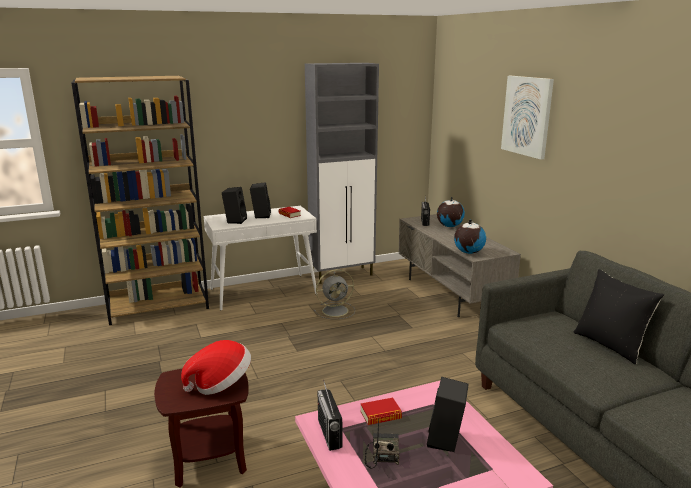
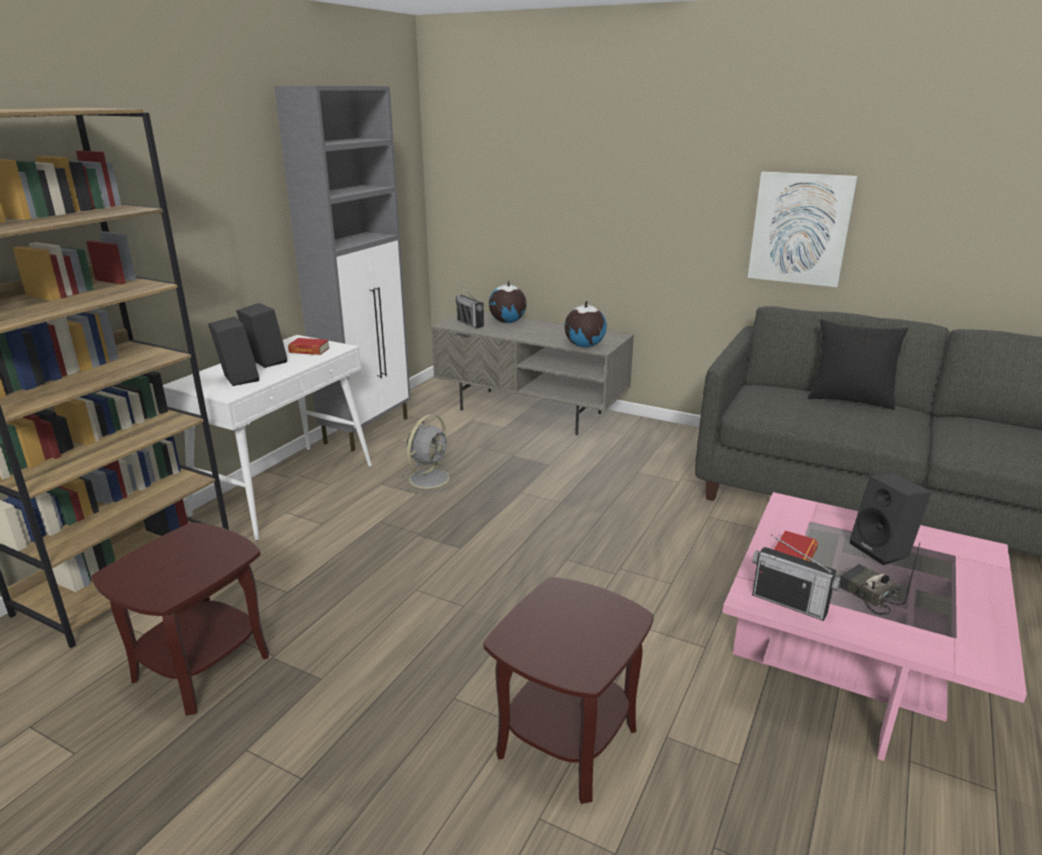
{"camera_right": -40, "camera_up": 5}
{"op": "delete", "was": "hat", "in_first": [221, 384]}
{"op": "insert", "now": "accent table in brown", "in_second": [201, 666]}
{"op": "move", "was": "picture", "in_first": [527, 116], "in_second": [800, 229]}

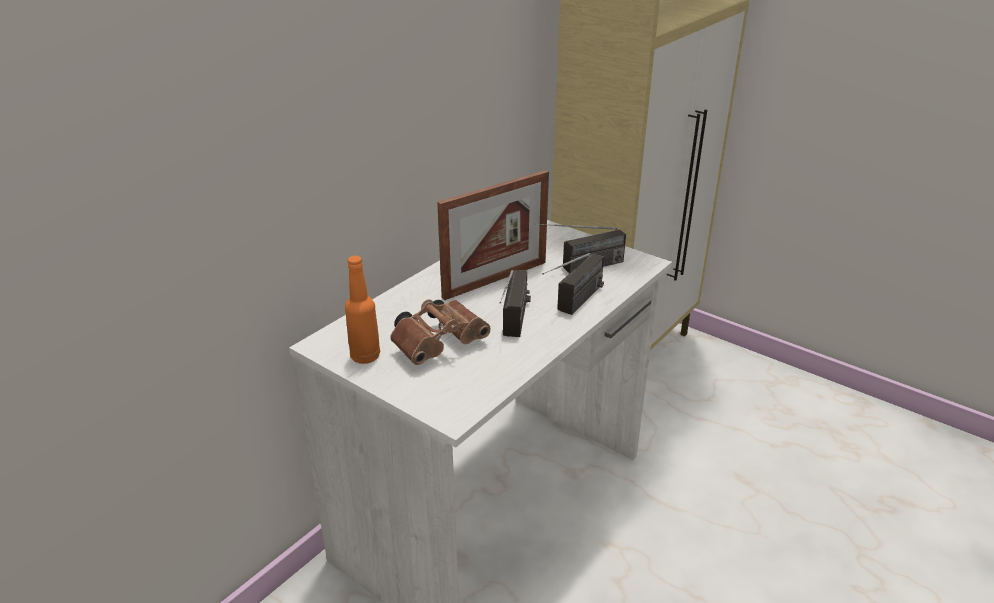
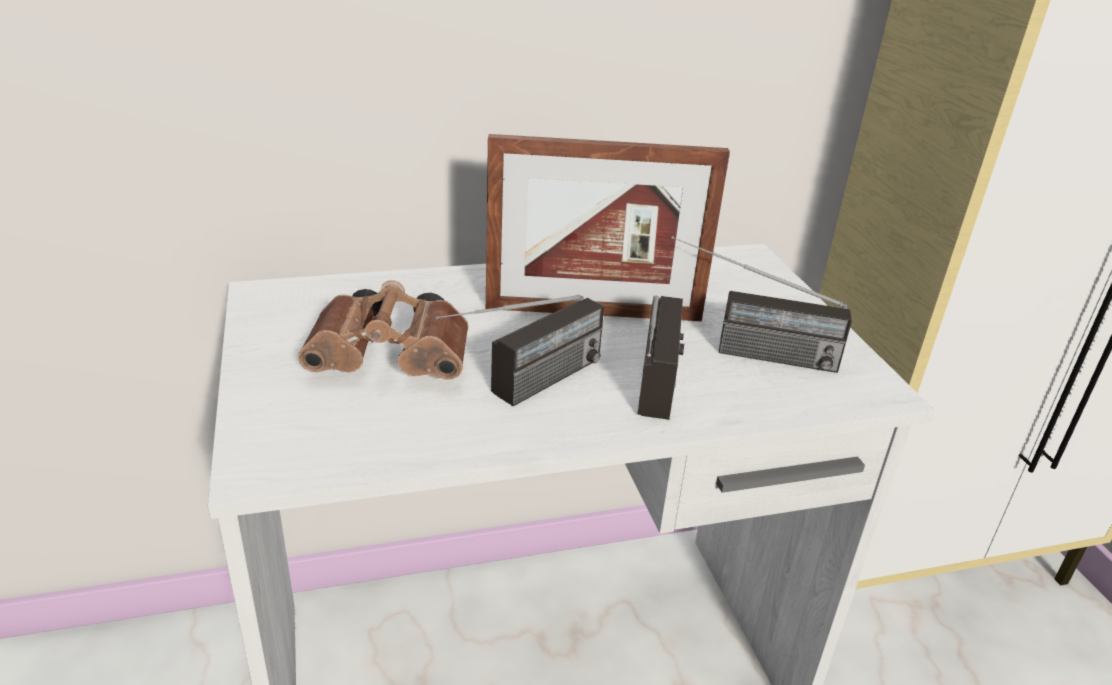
{"camera_right": 35, "camera_up": 0}
{"op": "delete", "was": "beverage bottle in orange", "in_first": [365, 356]}
{"op": "rotate", "was": "radio", "in_first": [573, 306], "in_second": [659, 401], "clockwise": -60}

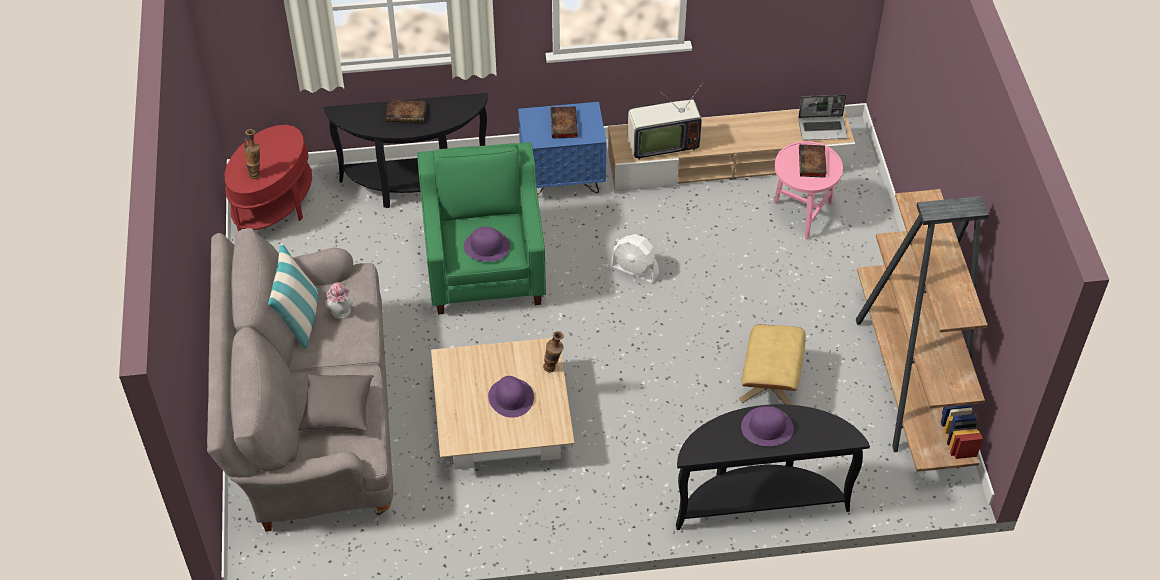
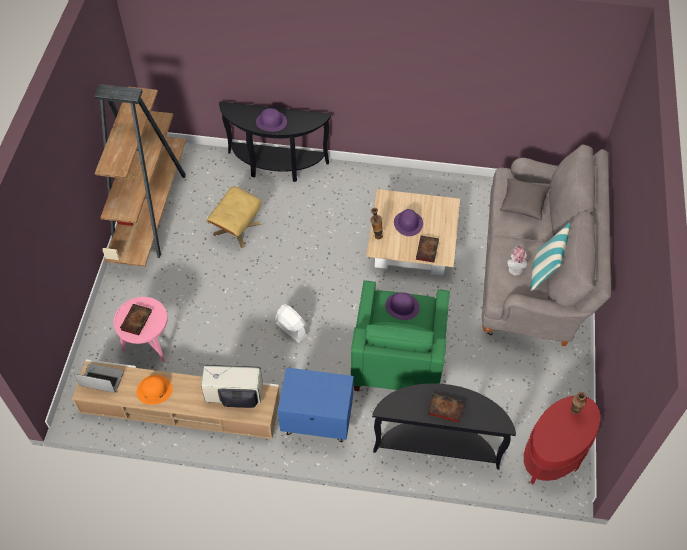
{"camera_right": -165, "camera_up": 5}
{"op": "insert", "now": "hat in orange", "in_second": [154, 390]}
{"op": "move", "was": "volume", "in_first": [564, 125], "in_second": [427, 249]}

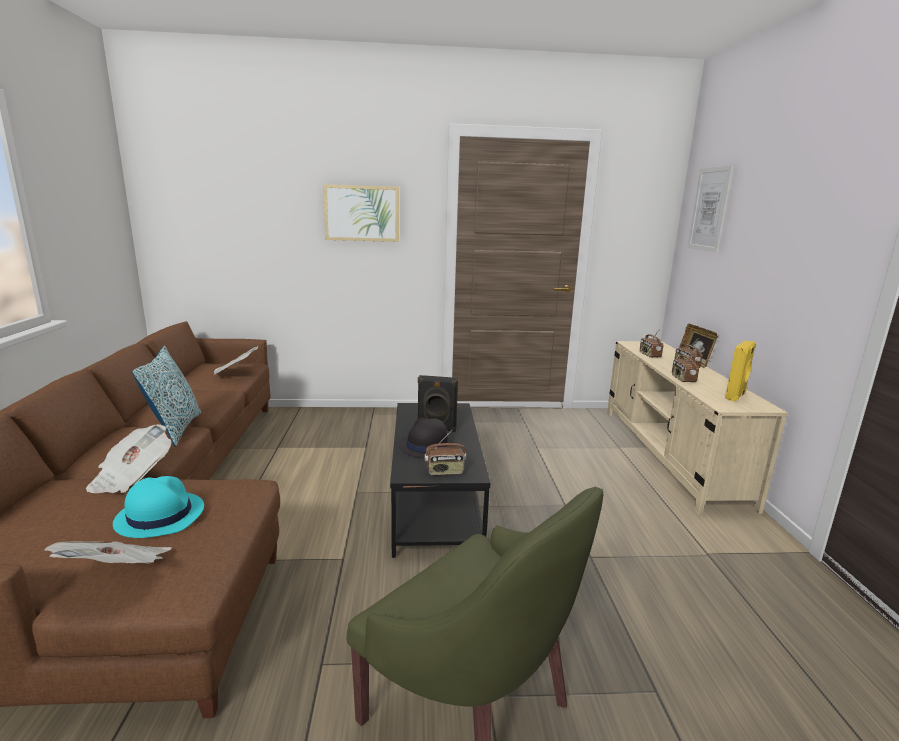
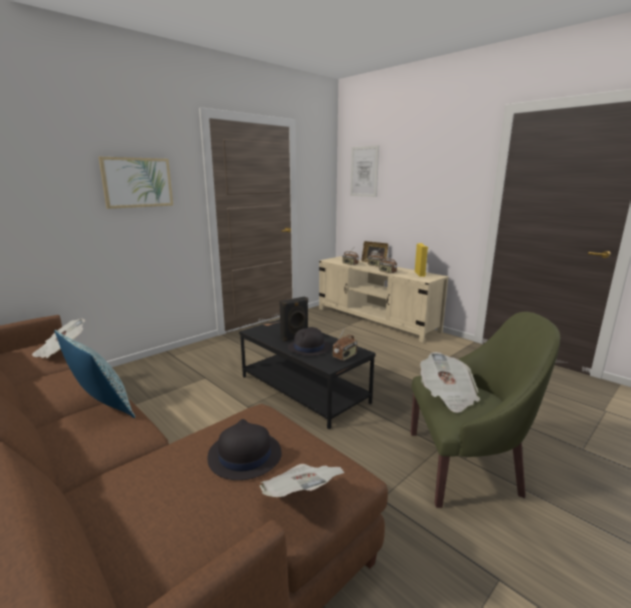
{"camera_right": -40, "camera_up": 0}
{"op": "move", "was": "daily paper", "in_first": [132, 478], "in_second": [447, 396]}
{"op": "recolor", "was": "hat in turquoise-coloured", "now": "hat in black", "in_first": [159, 515], "in_second": [244, 456]}

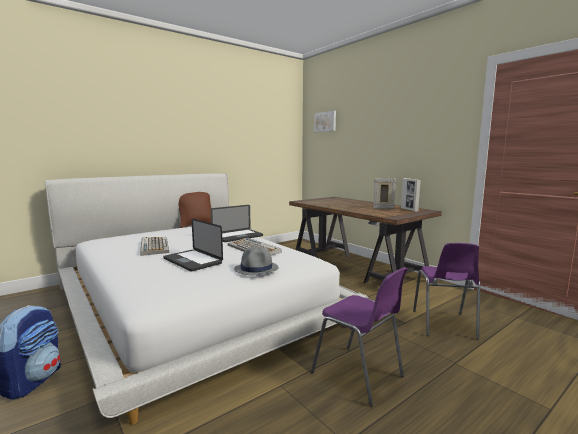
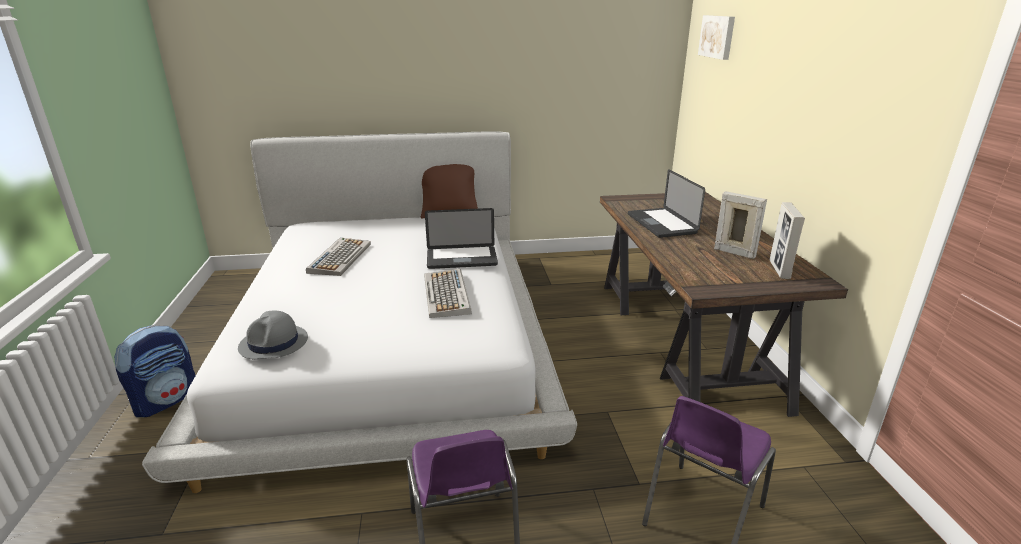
{"camera_right": 30, "camera_up": 15}
{"op": "move", "was": "laptop", "in_first": [192, 261], "in_second": [661, 224]}
{"op": "move", "was": "hat in greyish", "in_first": [256, 269], "in_second": [274, 343]}

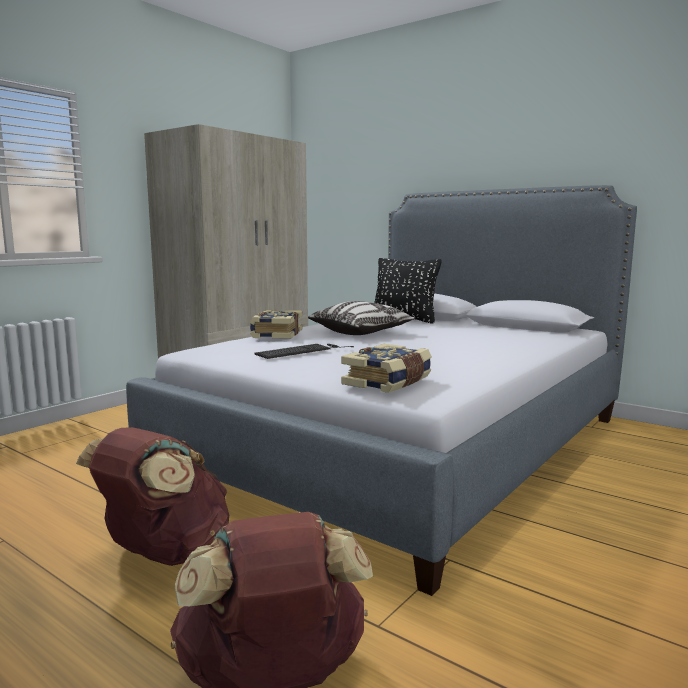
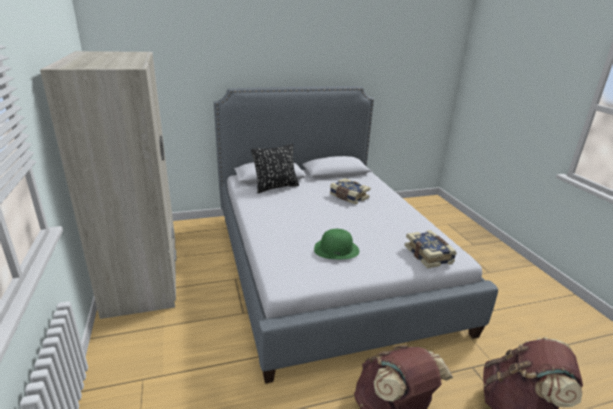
{"camera_right": -55, "camera_up": 15}
{"op": "delete", "was": "throw pillow", "in_first": [361, 332]}
{"op": "move", "was": "volume", "in_first": [276, 334], "in_second": [348, 197]}
{"op": "replace", "was": "computer keyboard", "now": "hat in greenish", "in_first": [302, 351], "in_second": [336, 249]}

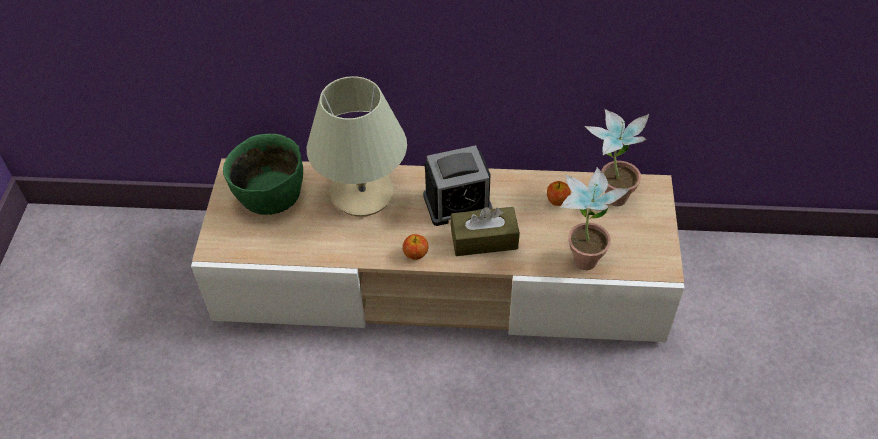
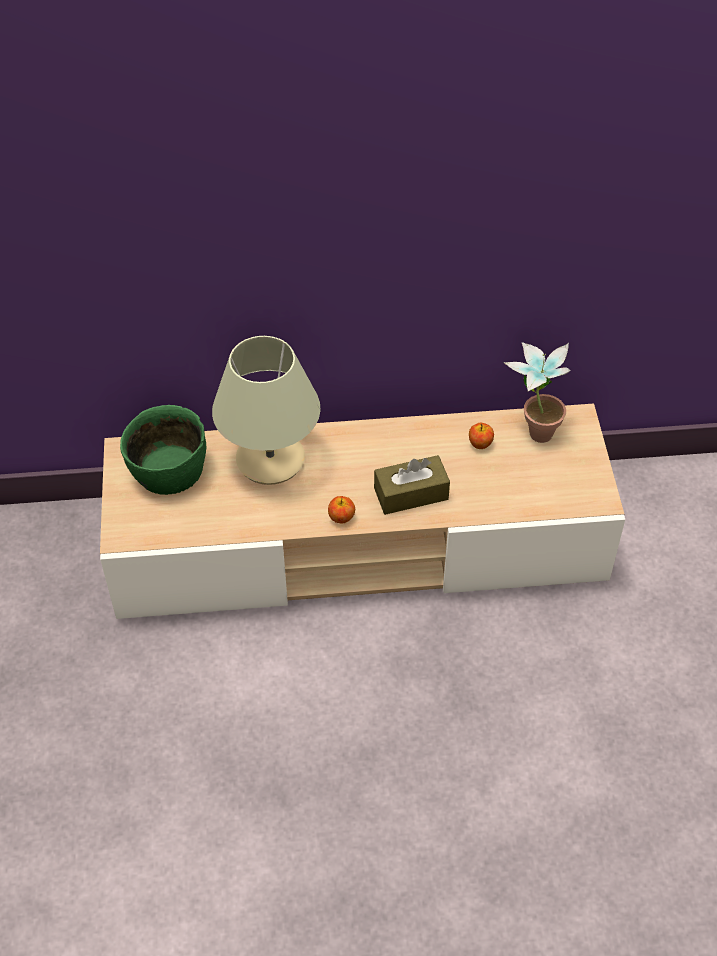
{"camera_right": -10, "camera_up": 0}
{"op": "delete", "was": "alarm clock", "in_first": [457, 203]}
{"op": "delete", "was": "potted plant", "in_first": [583, 253]}

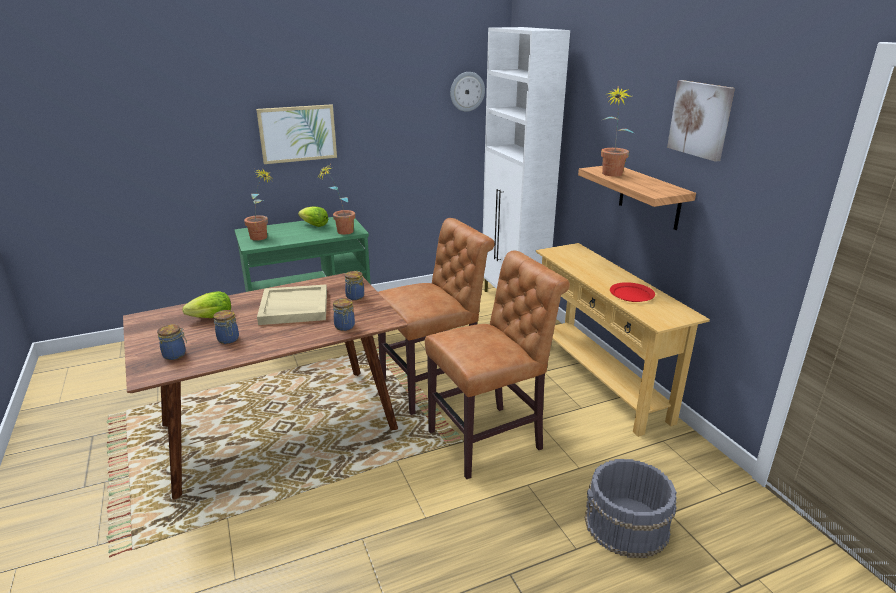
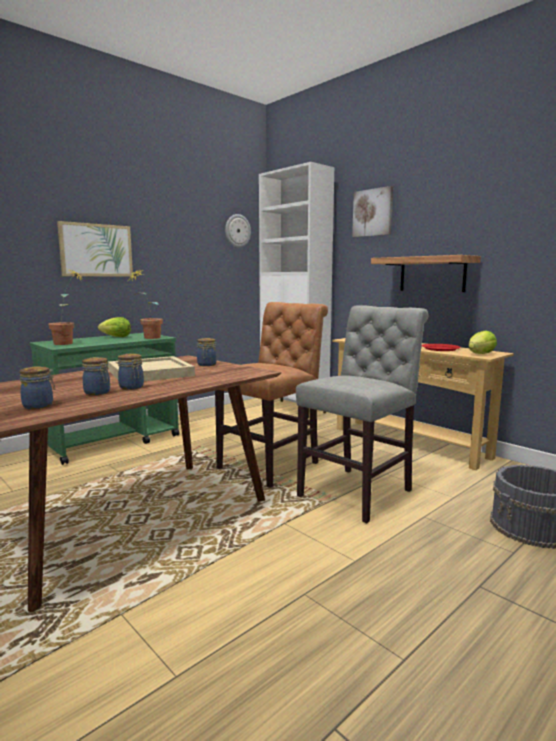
{"camera_right": -20, "camera_up": -15}
{"op": "delete", "was": "potted plant", "in_first": [610, 175]}
{"op": "move", "was": "head of lettuce", "in_first": [212, 318], "in_second": [480, 354]}
{"op": "move", "was": "jar", "in_first": [345, 327], "in_second": [132, 387]}
{"op": "move", "was": "picture", "in_first": [701, 119], "in_second": [373, 212]}
{"op": "recolor", "was": "upright chair in brown", "now": "upright chair in greyish", "in_first": [490, 439], "in_second": [359, 492]}

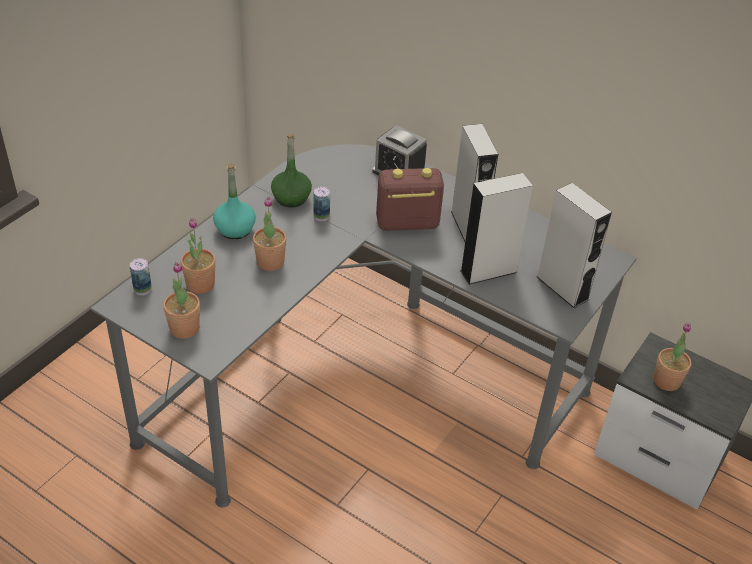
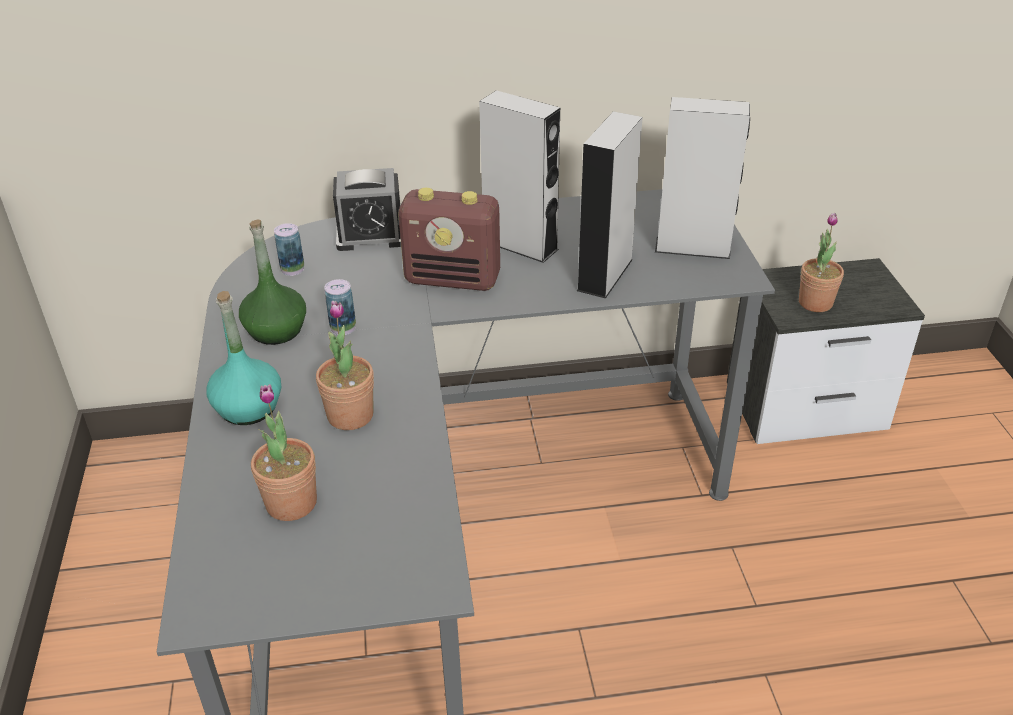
{"camera_right": -40, "camera_up": -5}
{"op": "delete", "was": "potted plant", "in_first": [184, 328]}
{"op": "move", "was": "metal can", "in_first": [142, 289], "in_second": [292, 269]}
{"op": "rotate", "was": "radio", "in_first": [406, 224], "in_second": [454, 279], "clockwise": -120}

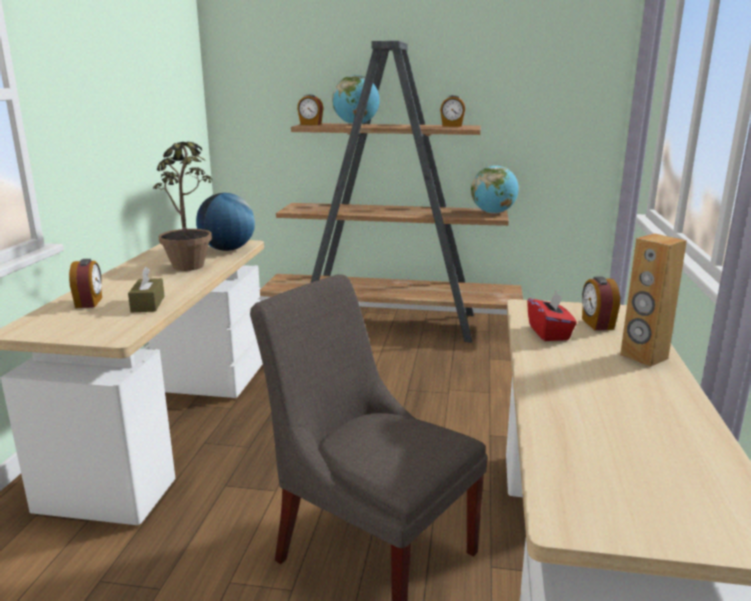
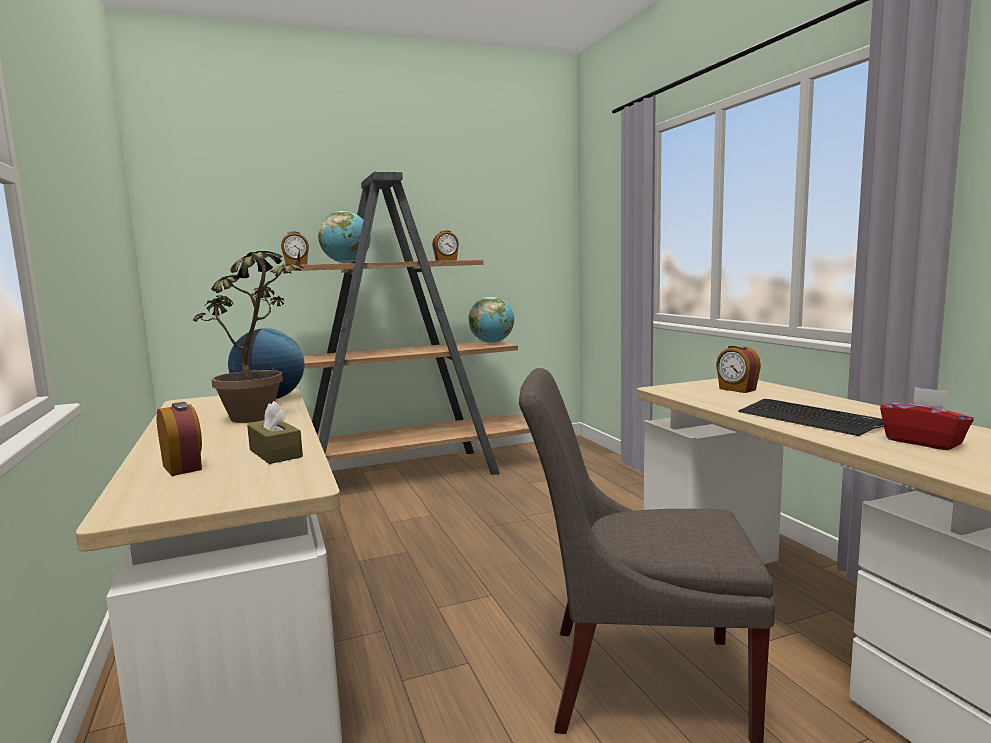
{"camera_right": -30, "camera_up": -10}
{"op": "delete", "was": "speaker in brown", "in_first": [643, 357]}
{"op": "insert", "now": "computer keyboard", "in_second": [809, 419]}
{"op": "move", "was": "box of tissues in reddish", "in_first": [549, 333], "in_second": [923, 442]}

